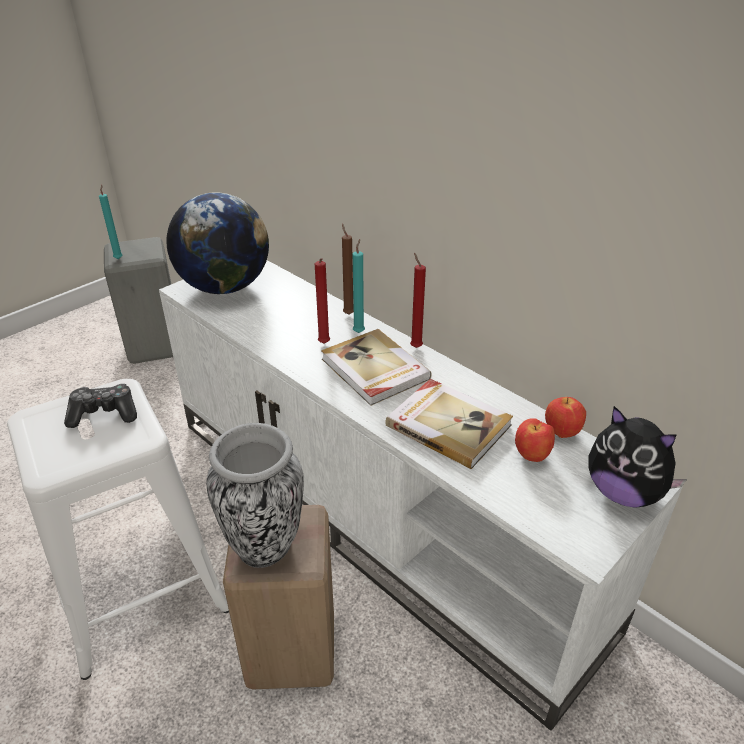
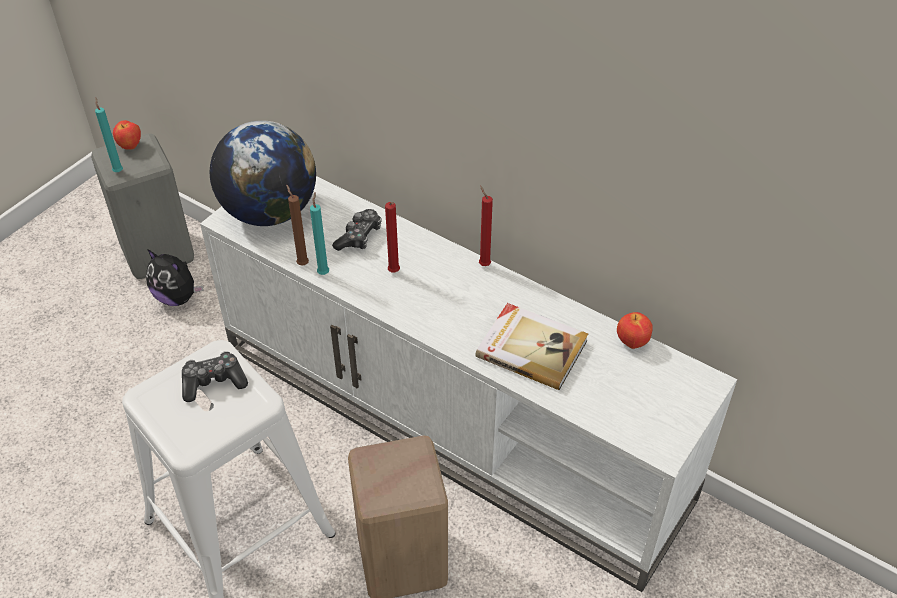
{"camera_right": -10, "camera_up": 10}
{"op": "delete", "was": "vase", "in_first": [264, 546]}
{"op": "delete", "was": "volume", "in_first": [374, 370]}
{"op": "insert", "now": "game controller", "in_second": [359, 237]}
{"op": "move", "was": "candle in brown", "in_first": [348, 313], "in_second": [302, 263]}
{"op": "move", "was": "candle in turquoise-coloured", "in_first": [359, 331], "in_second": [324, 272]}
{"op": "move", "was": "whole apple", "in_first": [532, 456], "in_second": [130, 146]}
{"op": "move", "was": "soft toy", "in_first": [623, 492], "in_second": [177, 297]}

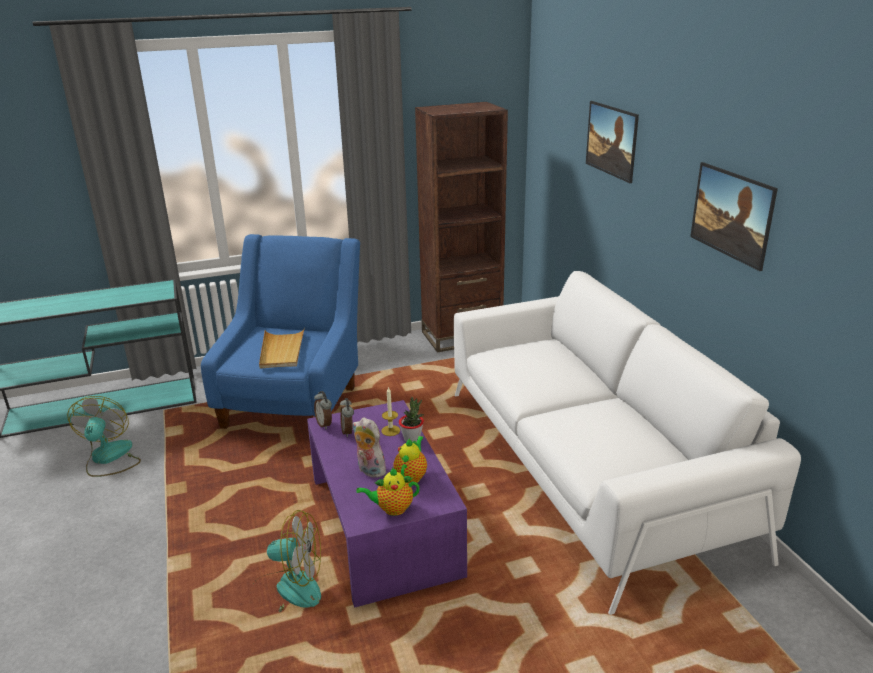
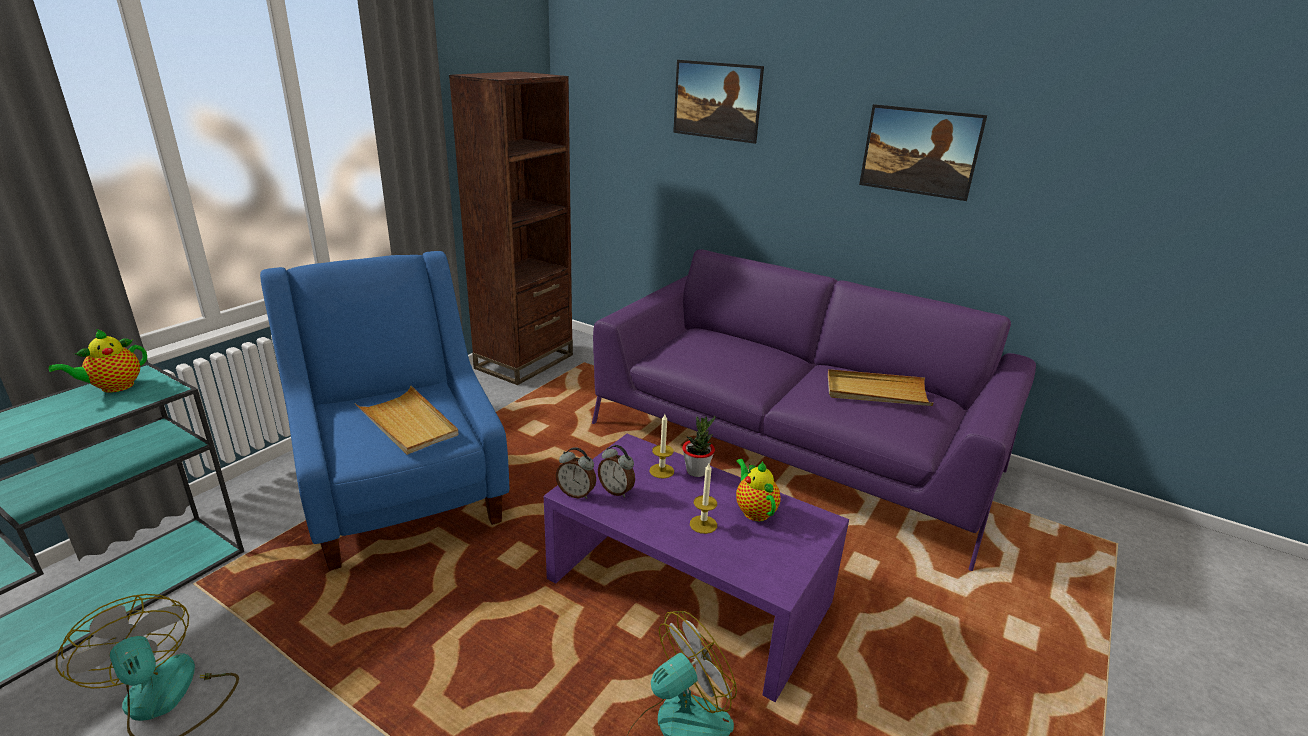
{"camera_right": -40, "camera_up": 0}
{"op": "insert", "now": "tray in sand-coloured", "in_second": [876, 392]}
{"op": "move", "was": "tea pot", "in_first": [392, 509], "in_second": [113, 387]}
{"op": "replace", "was": "soft toy", "now": "candle", "in_first": [369, 470], "in_second": [703, 524]}
{"op": "recolor", "was": "settee in whitish", "now": "settee in purplish", "in_first": [589, 466], "in_second": [792, 446]}

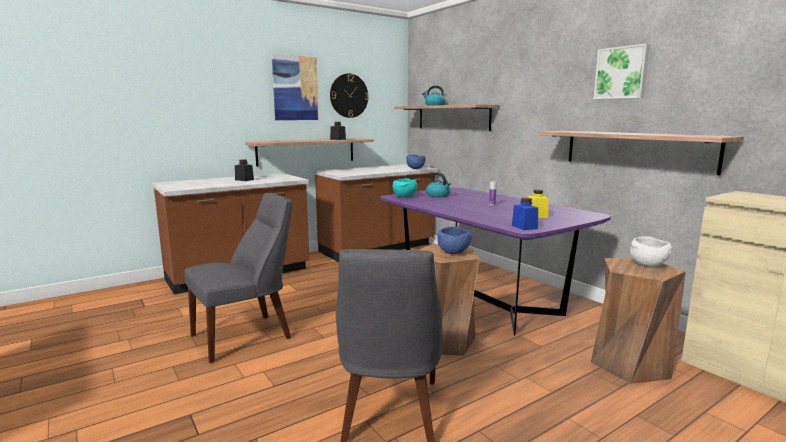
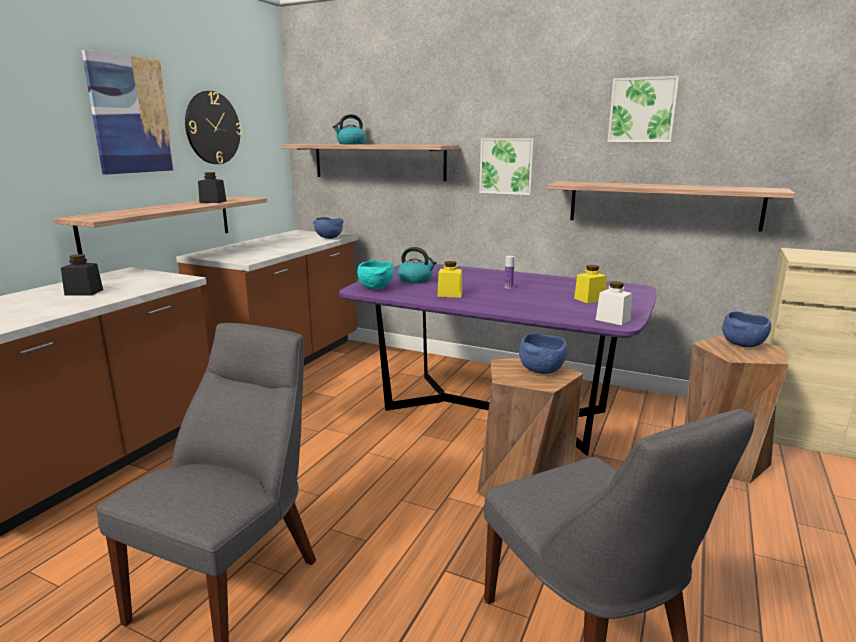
{"camera_right": -30, "camera_up": 5}
{"op": "insert", "now": "jar in yellow", "in_second": [450, 294]}
{"op": "insert", "now": "picture", "in_second": [507, 166]}
{"op": "recolor", "was": "jar in bluish", "now": "jar in whitish", "in_first": [524, 227], "in_second": [613, 320]}
{"op": "recolor", "was": "deep dish in whitish", "now": "deep dish in bluish", "in_first": [648, 265], "in_second": [743, 345]}

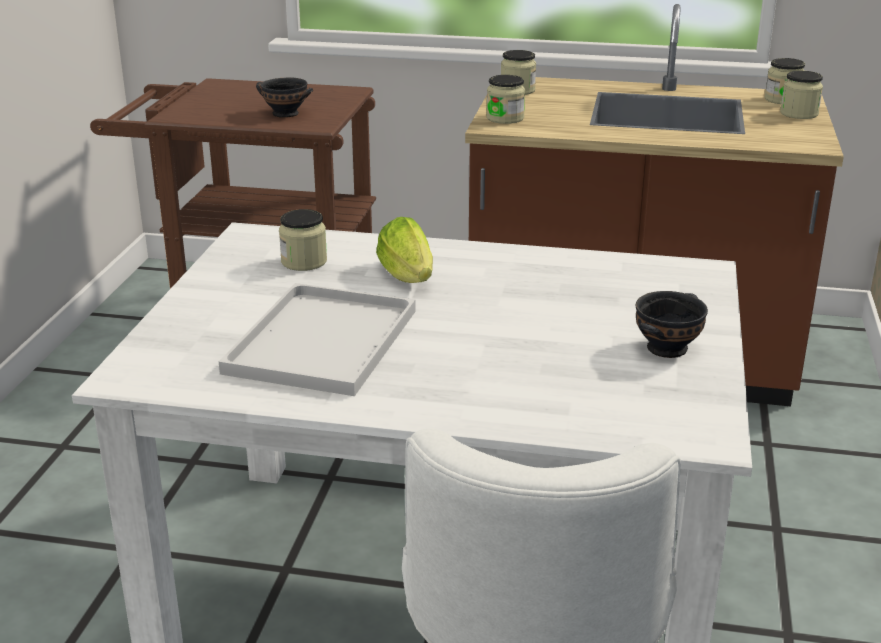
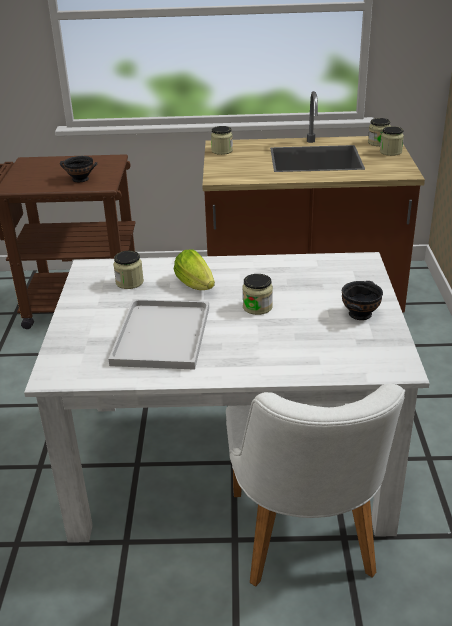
{"camera_right": -10, "camera_up": 5}
{"op": "move", "was": "jar", "in_first": [505, 118], "in_second": [257, 307]}

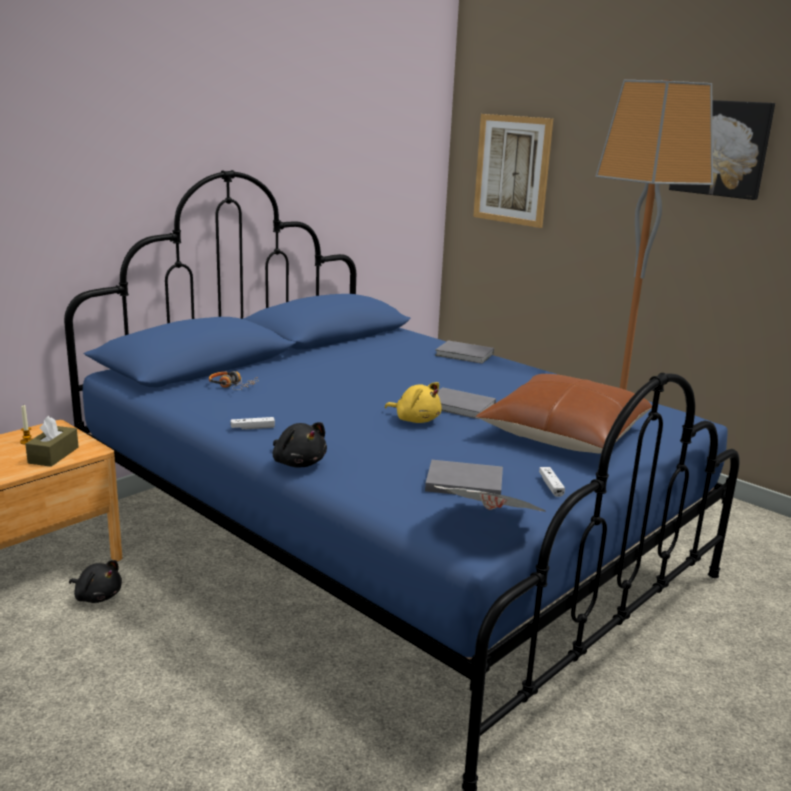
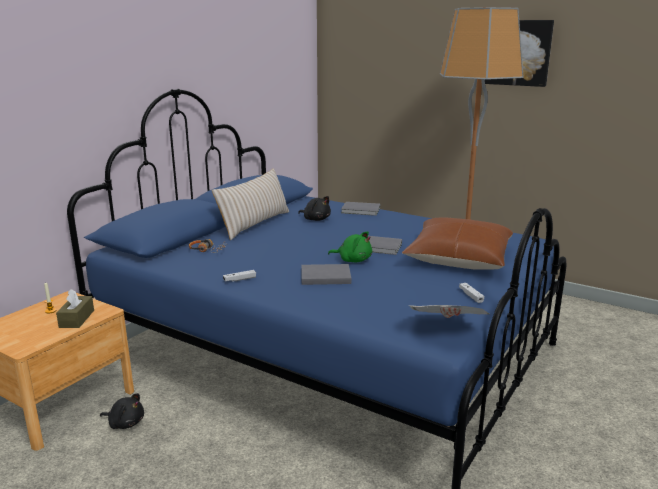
{"camera_right": -10, "camera_up": 0}
{"op": "delete", "was": "picture", "in_first": [512, 170]}
{"op": "insert", "now": "throw pillow in sand-coloured", "in_second": [255, 224]}
{"op": "move", "was": "soft toy in black", "in_first": [298, 463], "in_second": [316, 219]}
{"op": "move", "was": "volume in greyish", "in_first": [462, 482], "in_second": [324, 276]}
{"op": "recolor", "was": "soft toy in yellow", "now": "soft toy in greenish", "in_first": [415, 420], "in_second": [353, 260]}

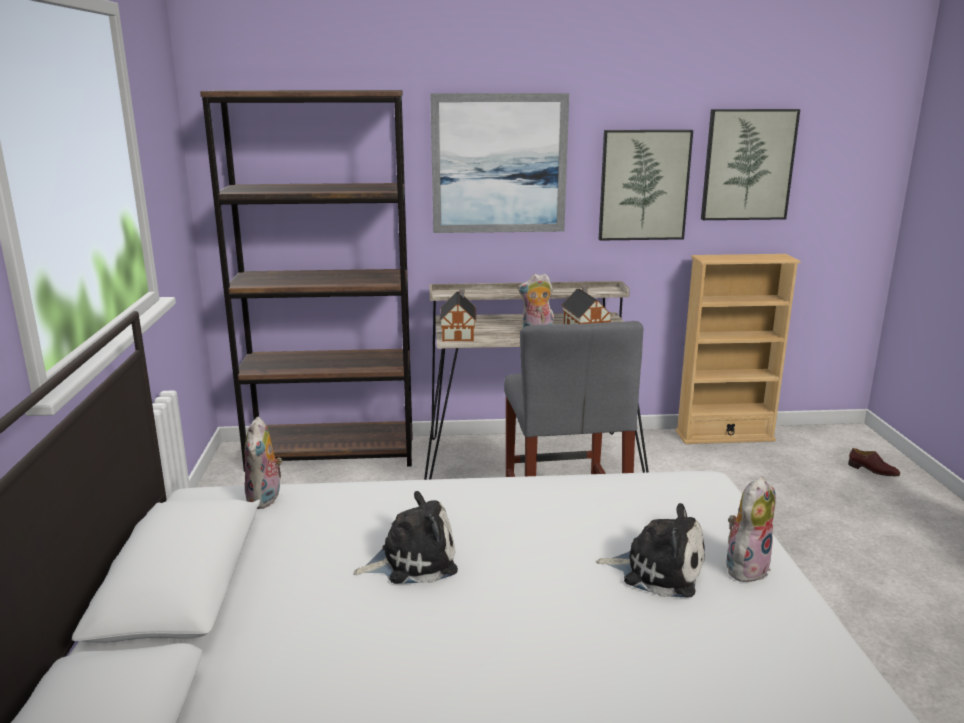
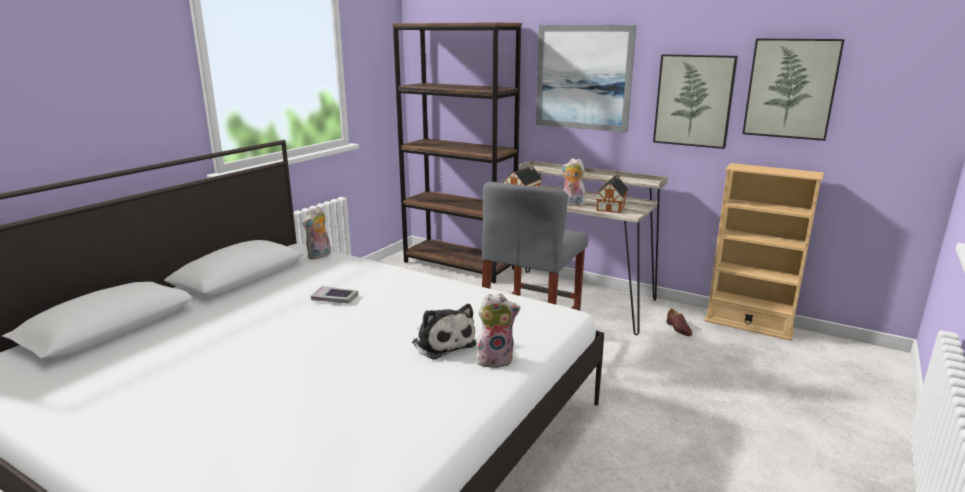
{"camera_right": 35, "camera_up": 0}
{"op": "move", "was": "item of footwear in brown", "in_first": [873, 470], "in_second": [678, 329]}
{"op": "replace", "was": "soft toy", "now": "volume", "in_first": [412, 560], "in_second": [334, 299]}

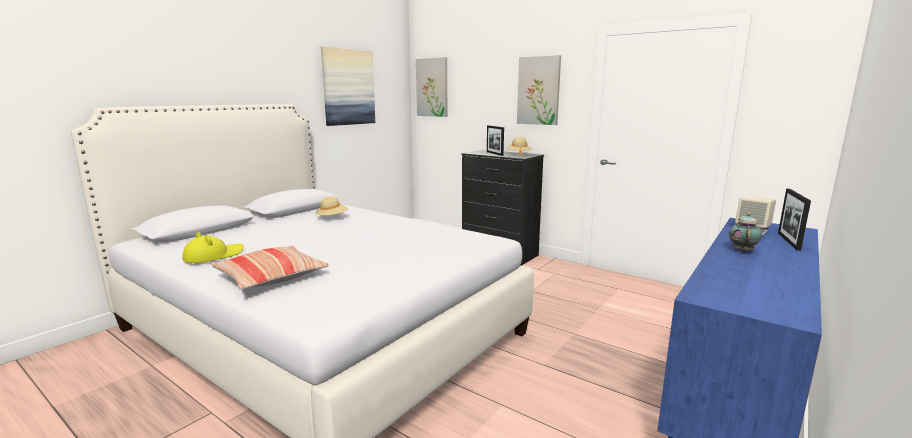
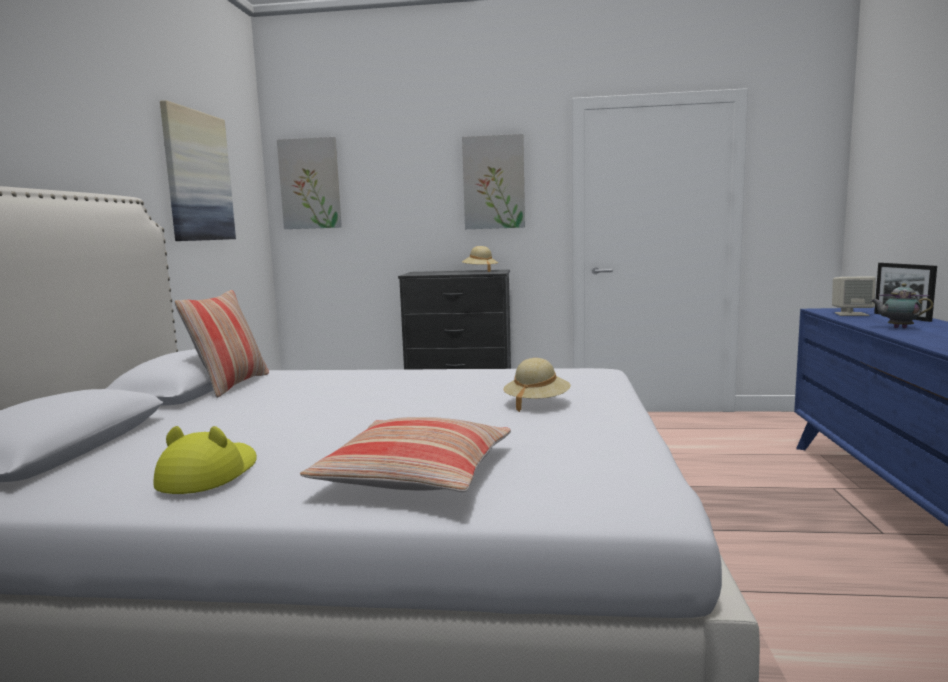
{"camera_right": -30, "camera_up": -5}
{"op": "delete", "was": "standing frame", "in_first": [494, 153]}
{"op": "insert", "now": "throw pillow", "in_second": [230, 385]}
{"op": "move", "was": "hat in sand-coloured", "in_first": [332, 218], "in_second": [536, 403]}
{"op": "rotate", "was": "tea pot", "in_first": [742, 250], "in_second": [898, 328], "clockwise": -60}

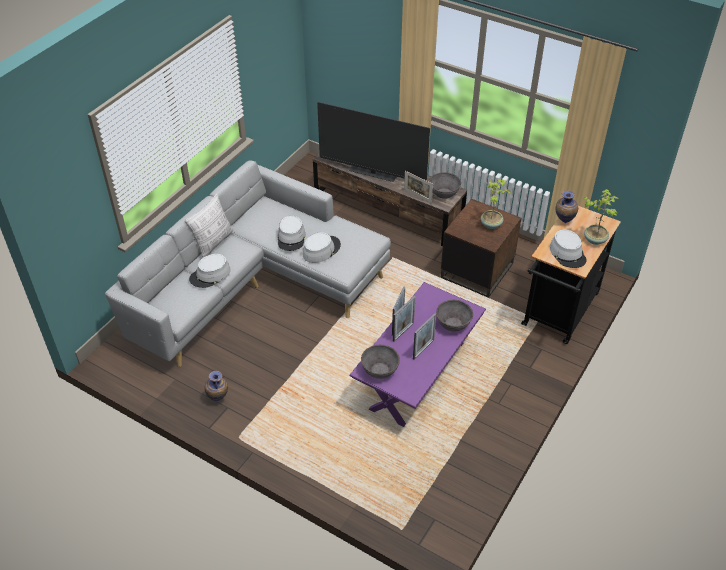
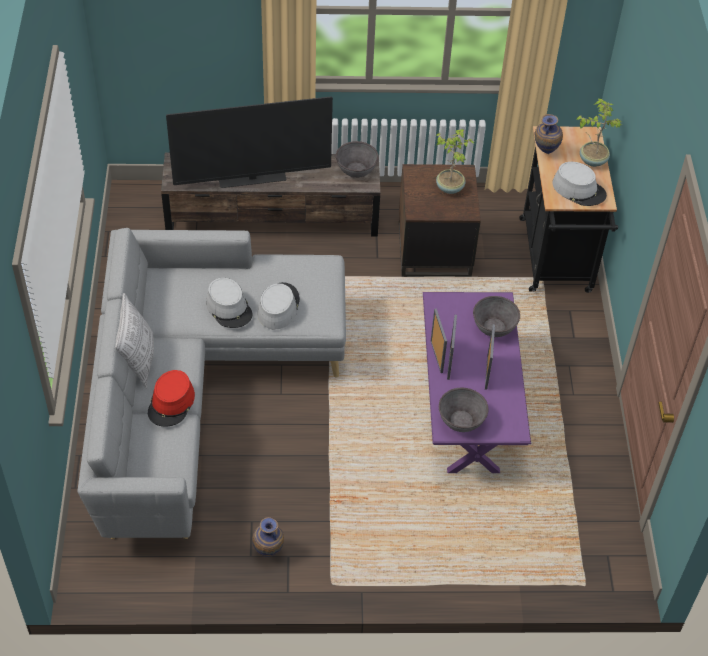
{"camera_right": -35, "camera_up": 5}
{"op": "delete", "was": "standing frame", "in_first": [417, 196]}
{"op": "recolor", "was": "hat in greyish", "now": "hat in reddish", "in_first": [210, 275], "in_second": [171, 403]}

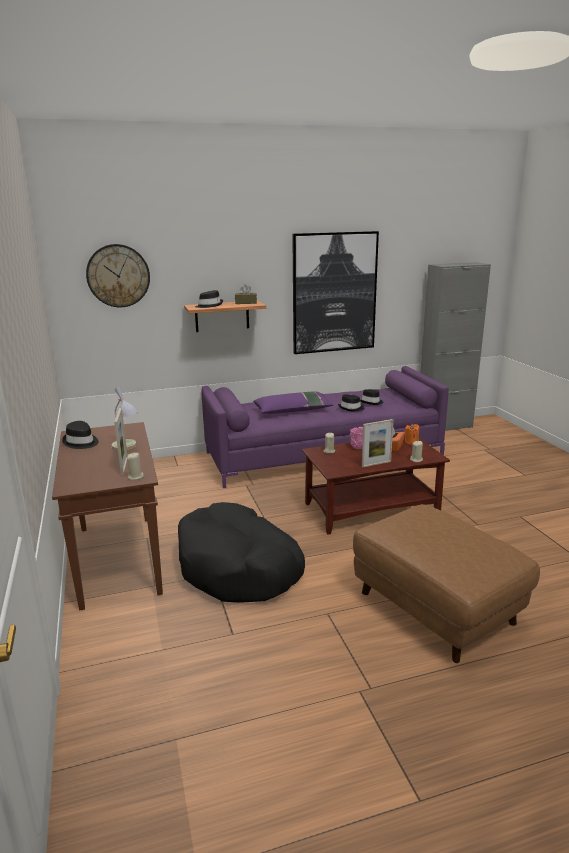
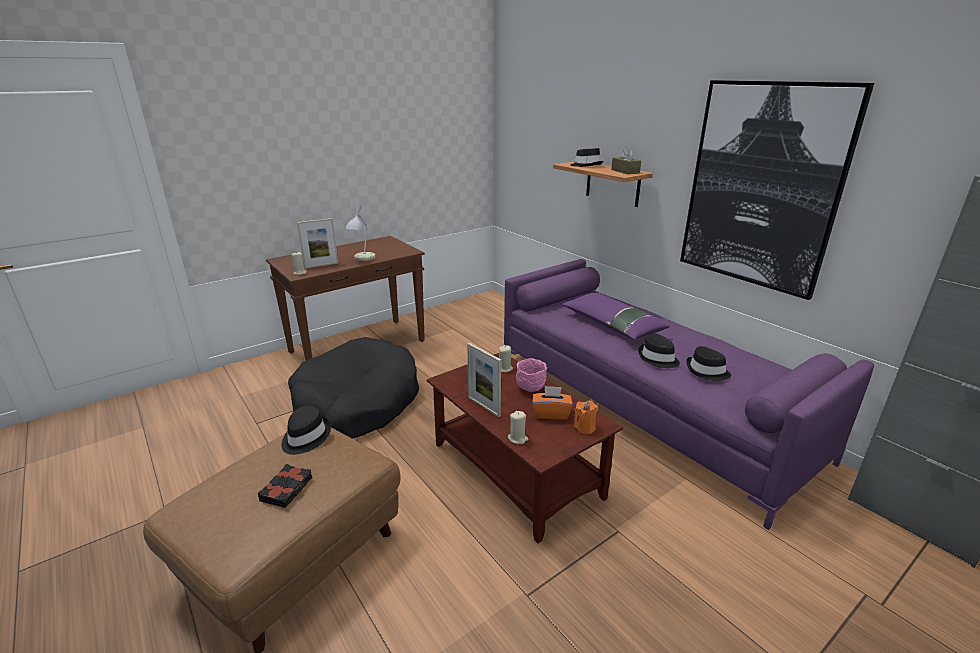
{"camera_right": 70, "camera_up": 5}
{"op": "delete", "was": "hanging clock", "in_first": [118, 276]}
{"op": "insert", "now": "volume in black", "in_second": [287, 489]}
{"op": "move", "was": "hat in black", "in_first": [81, 442], "in_second": [305, 437]}

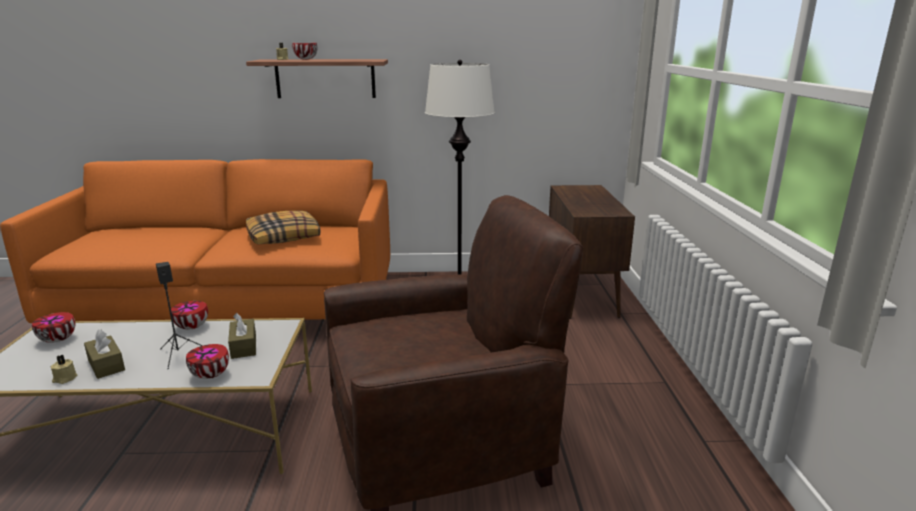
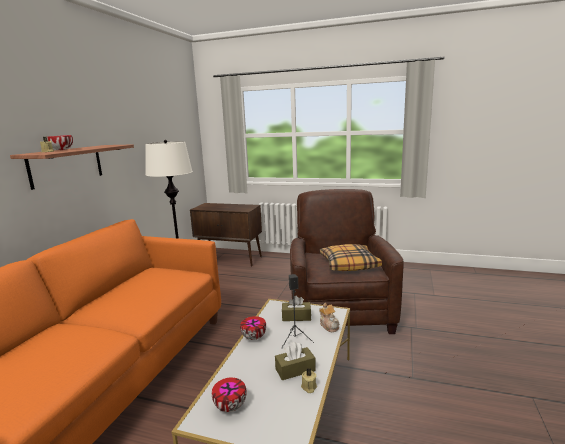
{"camera_right": -70, "camera_up": -5}
{"op": "move", "was": "throw pillow", "in_first": [284, 237], "in_second": [349, 264]}
{"op": "replace", "was": "deep dish", "now": "tea pot", "in_first": [211, 375], "in_second": [329, 326]}

